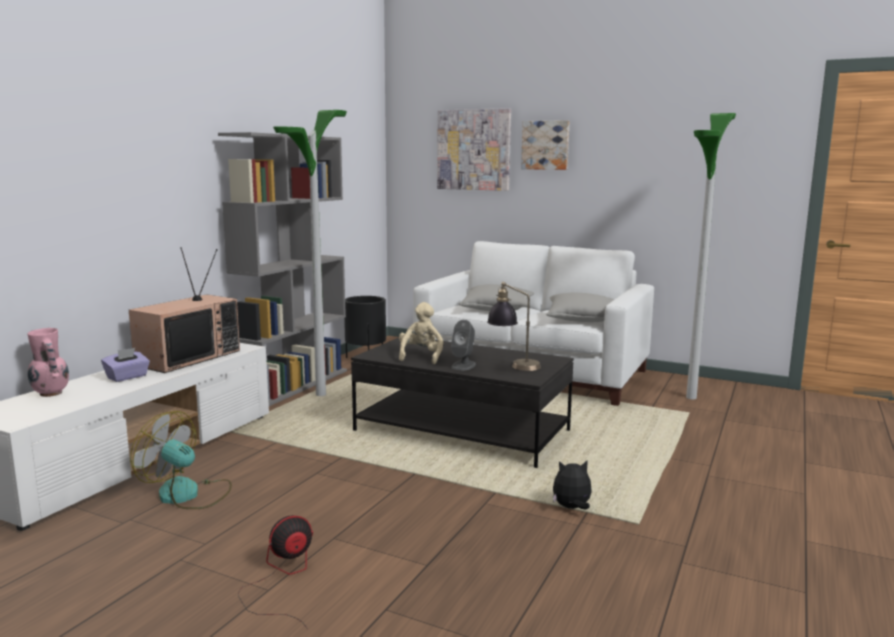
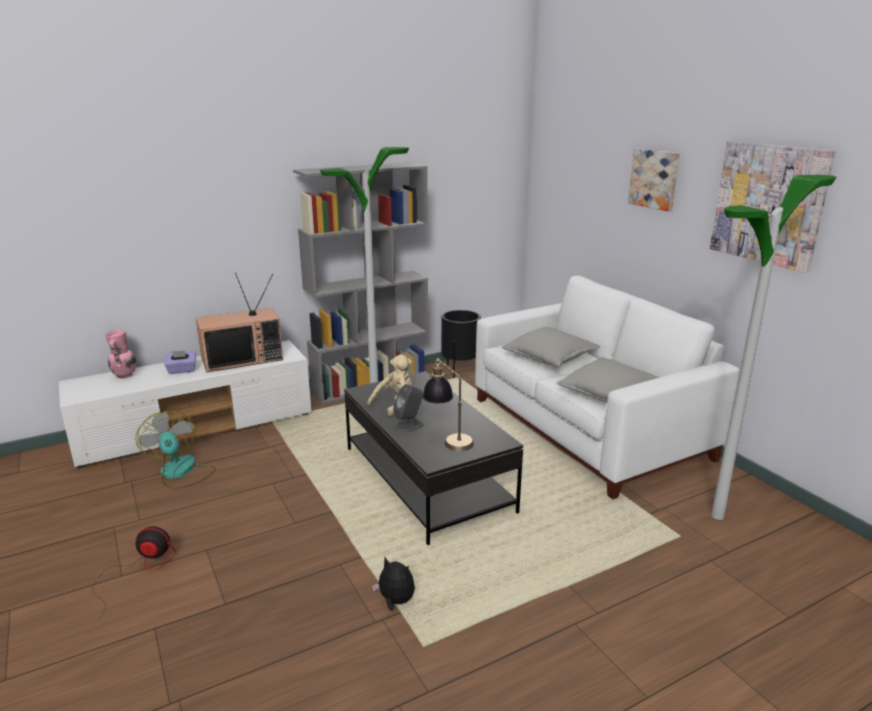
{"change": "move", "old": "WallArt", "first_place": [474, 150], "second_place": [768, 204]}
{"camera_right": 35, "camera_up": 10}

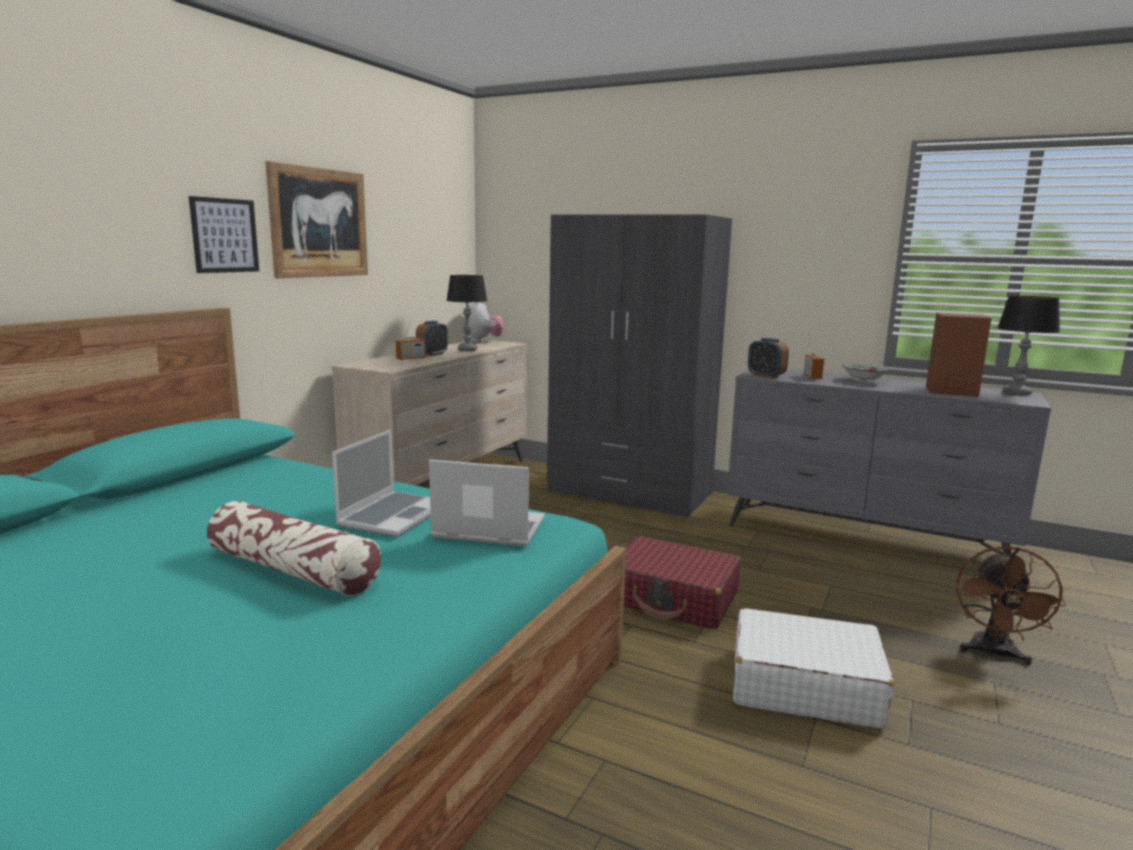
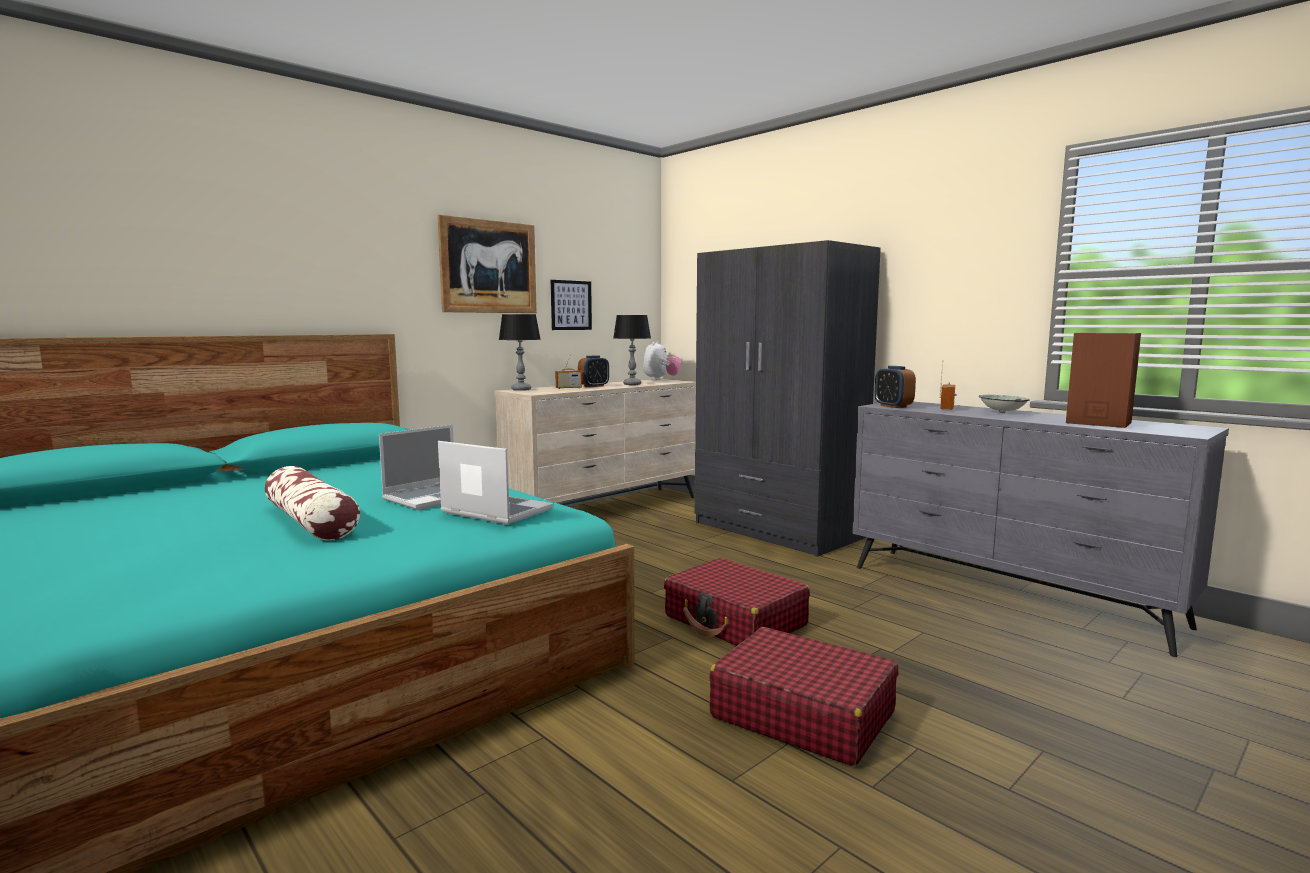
{"change": "move", "old": "WallArt", "first_place": [224, 235], "second_place": [571, 305]}
{"change": "move", "old": "TabletopLamp", "first_place": [1016, 393], "second_place": [521, 389]}
{"change": "delete", "old": "BrownFan", "first_place": [994, 654]}
{"change": "recolor", "old": "WhiteColouredPieceOfLuggage", "new": "ReddishPieceOfLuggage", "first_place": [803, 686], "second_place": [802, 714]}
{"camera_right": 20, "camera_up": -5}

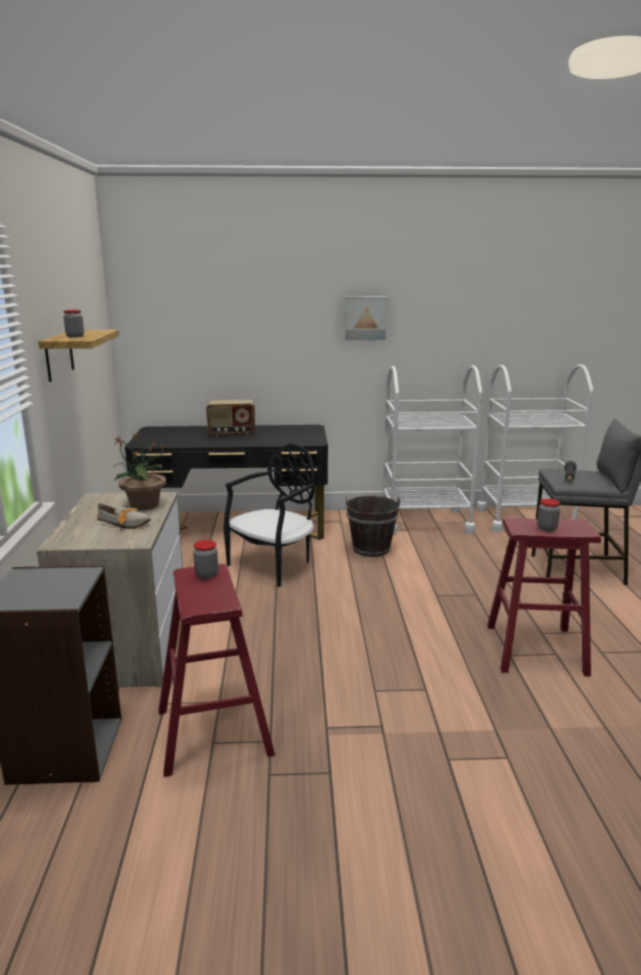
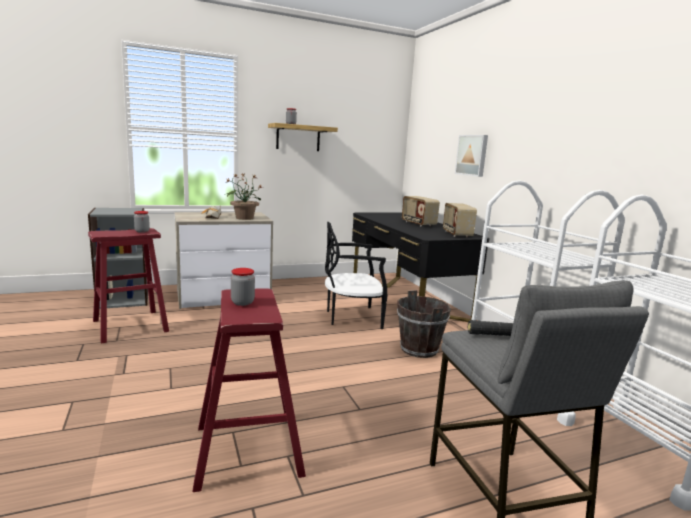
{"change": "move", "old": "WallArt", "first_place": [365, 319], "second_place": [472, 155]}
{"change": "rotate", "old": "BlackColouredPlainChair", "first_place": [274, 565], "second_place": [351, 317], "degrees": 150}
{"change": "insert", "new": "RadioSet", "second_place": [456, 234]}
{"camera_right": 70, "camera_up": -5}

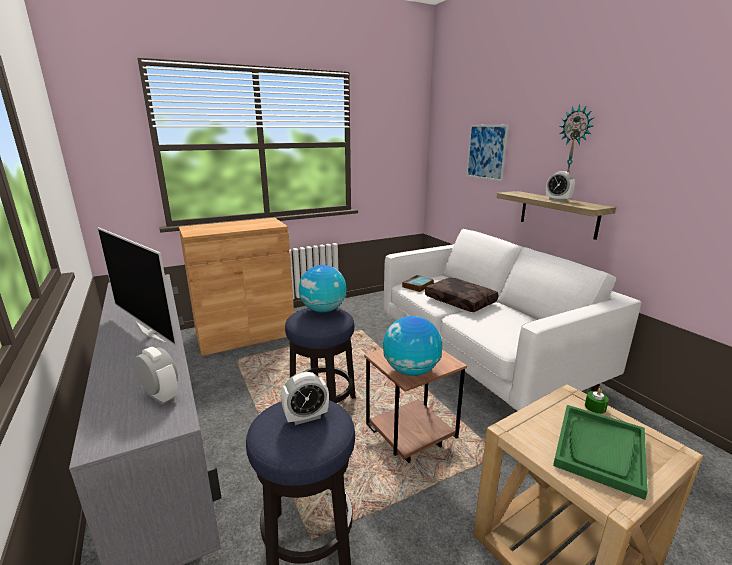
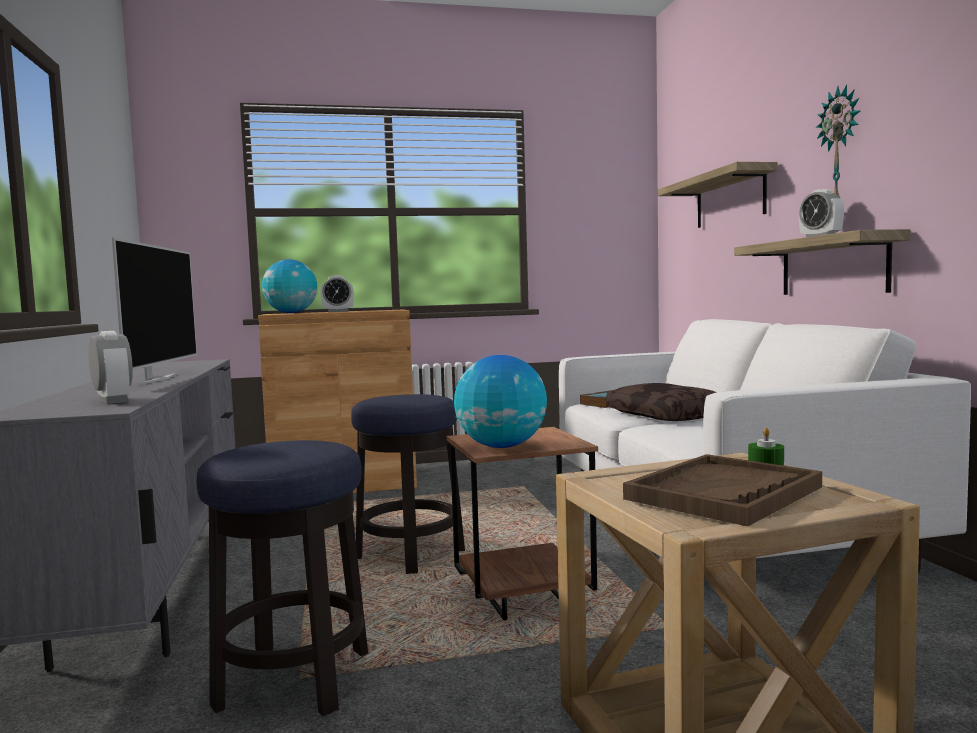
{"change": "replace", "old": "WallArt", "new": "BracketShelf", "first_place": [486, 152], "second_place": [730, 199]}
{"change": "rotate", "old": "TvSet", "first_place": [152, 332], "second_place": [157, 379], "degrees": -150}
{"change": "move", "old": "WorldGlobe", "first_place": [323, 310], "second_place": [291, 313]}
{"change": "move", "old": "BedsideClock", "first_place": [306, 417], "second_place": [338, 311]}
{"change": "recolor", "old": "GreenColouredCarryingTray", "new": "BrownCarryingTray", "first_place": [600, 450], "second_place": [724, 493]}
{"camera_right": 15, "camera_up": -15}

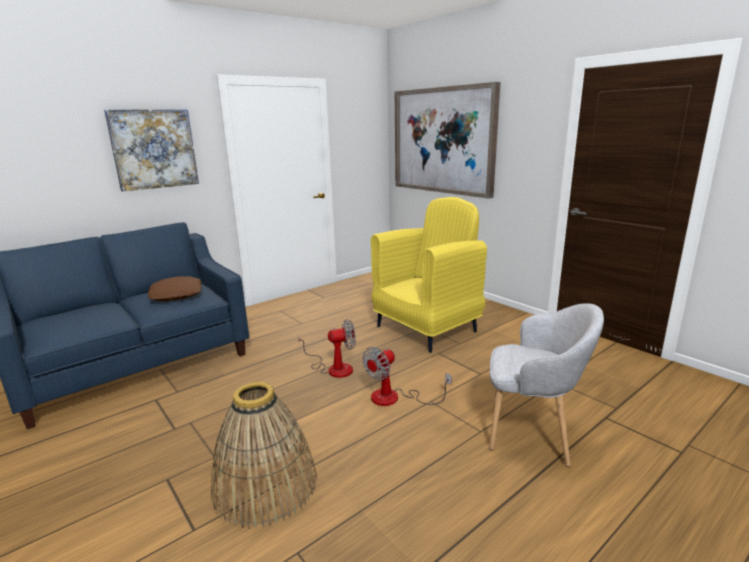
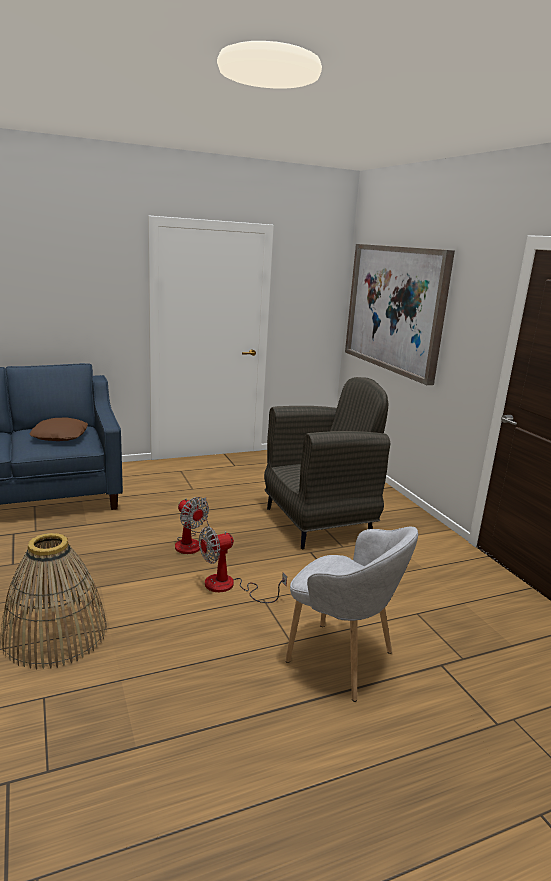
{"change": "delete", "old": "WallArt", "first_place": [154, 149]}
{"change": "recolor", "old": "YellowColouredArmchair", "new": "GrayArmchair", "first_place": [427, 328], "second_place": [319, 522]}
{"change": "rotate", "old": "Fan", "first_place": [333, 368], "second_place": [191, 542], "degrees": 45}
{"camera_right": 15, "camera_up": 0}

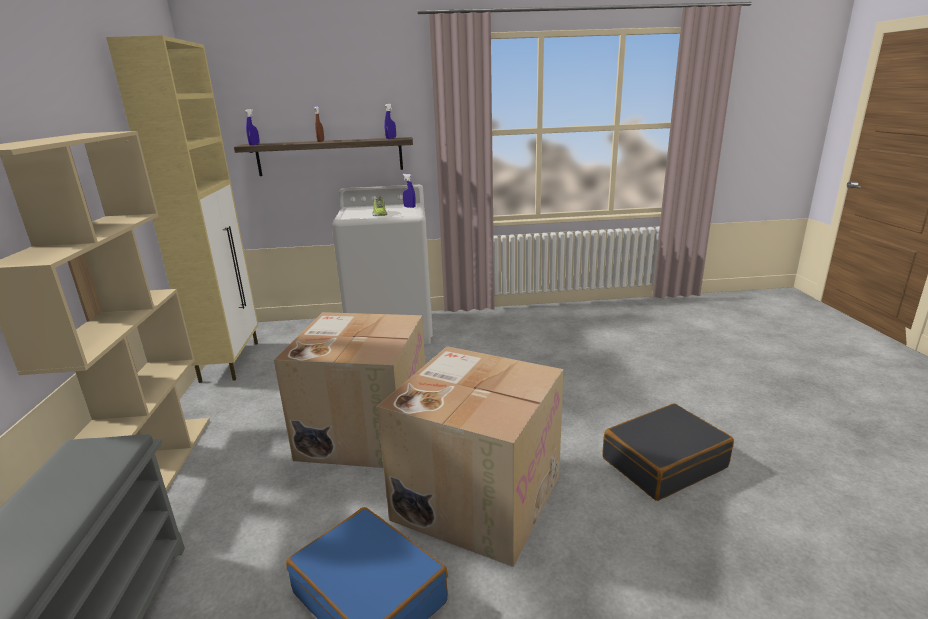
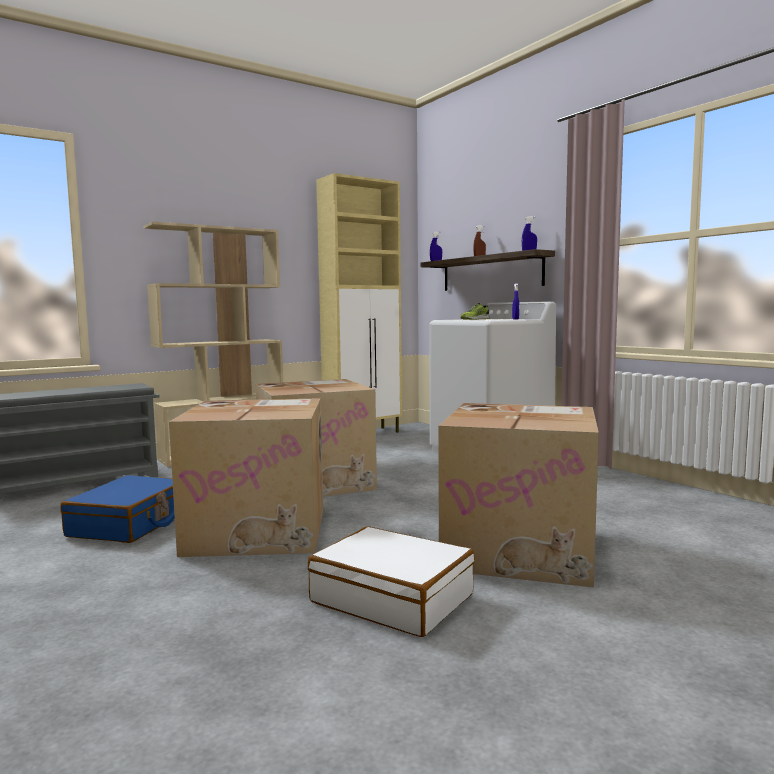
{"change": "recolor", "old": "BlackColouredPieceOfLuggage", "new": "WhiteColouredPieceOfLuggage", "first_place": [663, 462], "second_place": [392, 598]}
{"change": "insert", "new": "CardboardBox", "second_place": [521, 549]}
{"camera_right": 60, "camera_up": -15}

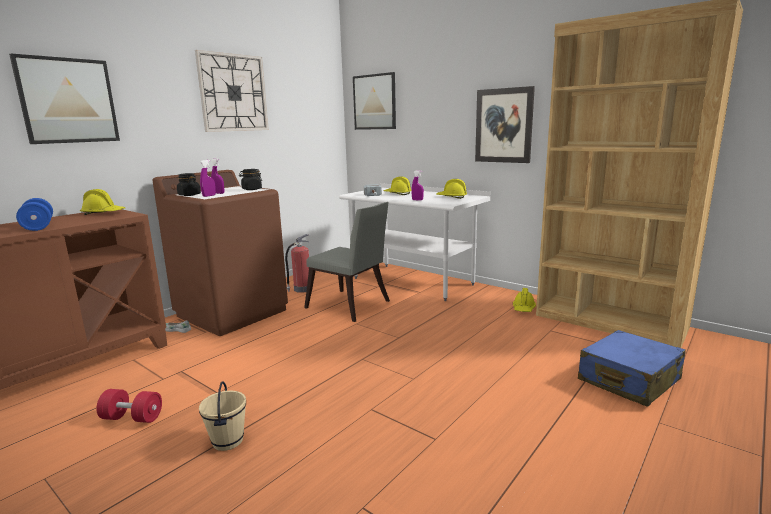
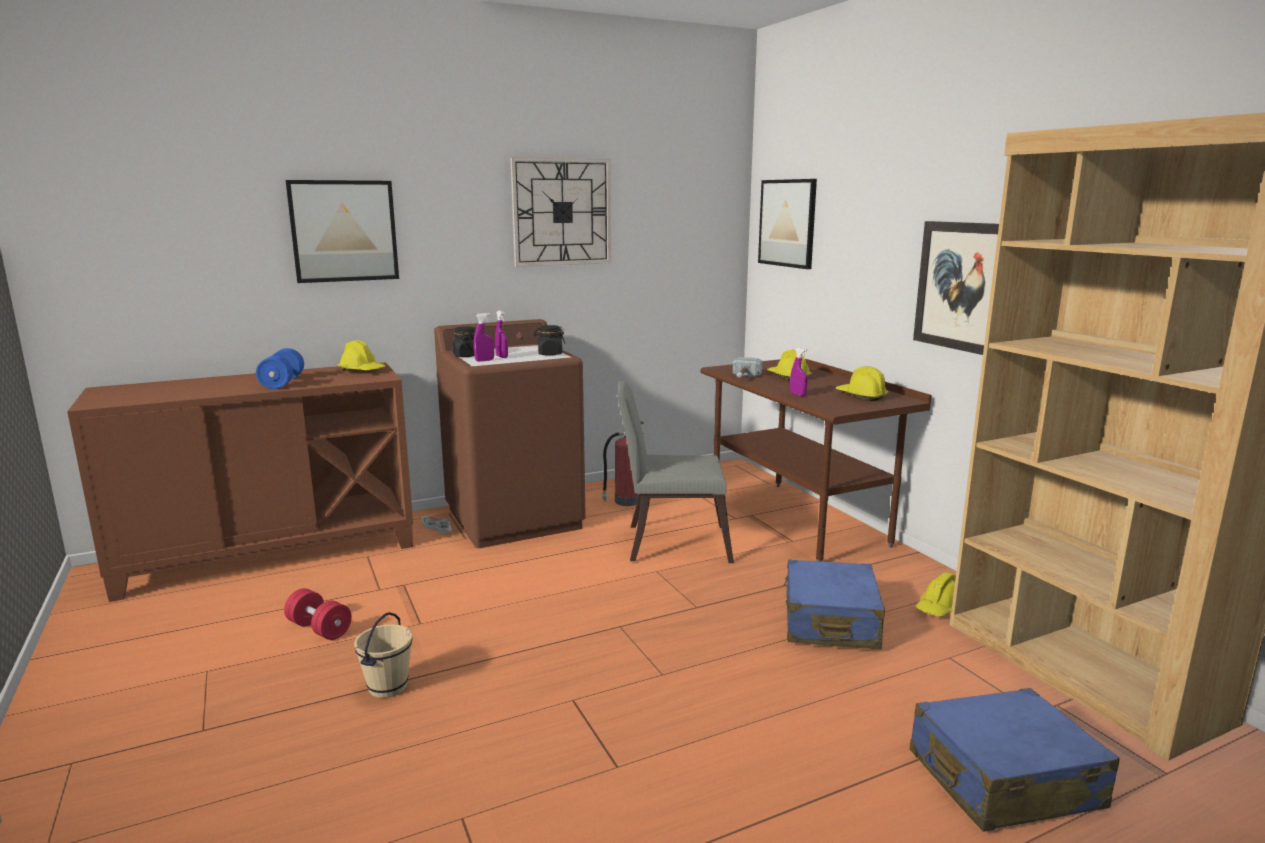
{"change": "recolor", "old": "WhiteColouredDeskTable", "new": "BrownDeskTable", "first_place": [413, 281], "second_place": [797, 520]}
{"change": "rotate", "old": "GrayPlainChair", "first_place": [351, 306], "second_place": [670, 543], "degrees": 120}
{"change": "insert", "new": "BlueColouredPieceOfLuggage", "second_place": [830, 622]}
{"camera_right": 25, "camera_up": 0}

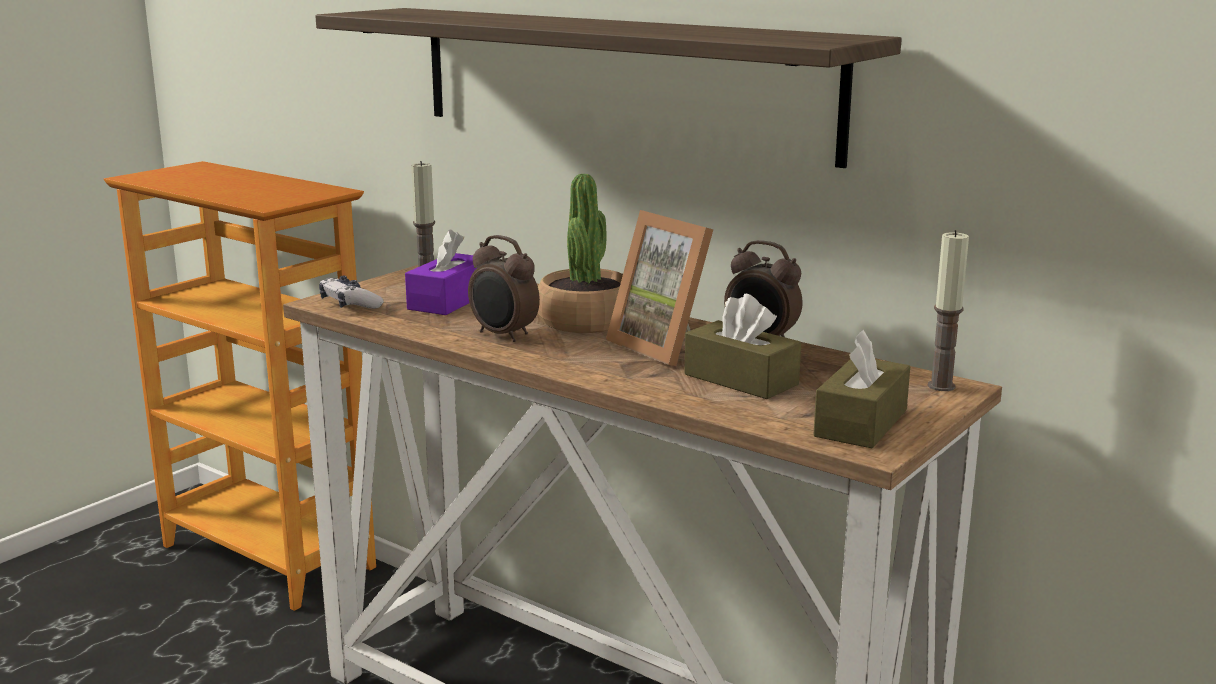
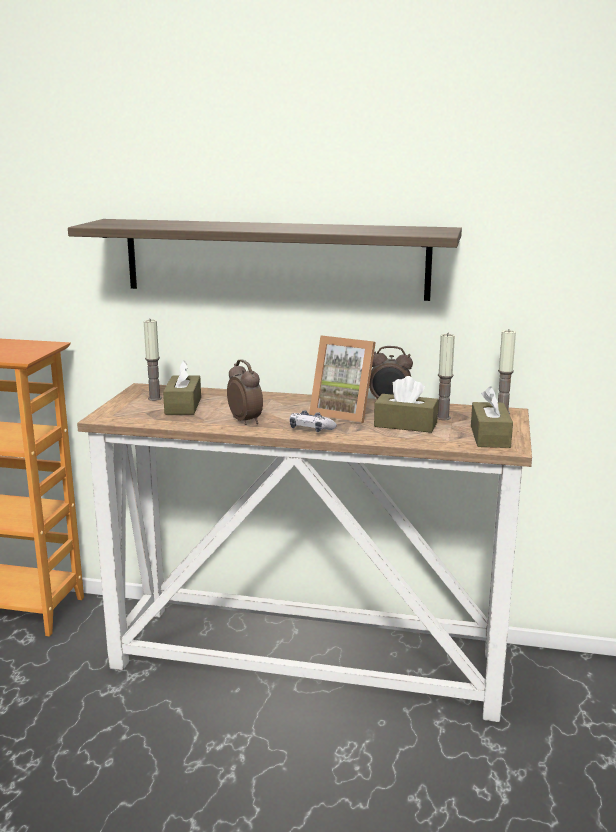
{"change": "delete", "old": "Houseplant", "first_place": [586, 321]}
{"change": "recolor", "old": "PurpleColouredTissueBox", "new": "BrownTissueBox", "first_place": [449, 301], "second_place": [183, 406]}
{"change": "rotate", "old": "BedsideClock", "first_place": [503, 335], "second_place": [246, 421], "degrees": -135}
{"change": "move", "old": "GameController", "first_place": [350, 304], "second_place": [311, 429]}
{"change": "insert", "new": "WaxLight", "second_place": [443, 417]}
{"camera_right": -25, "camera_up": 0}

